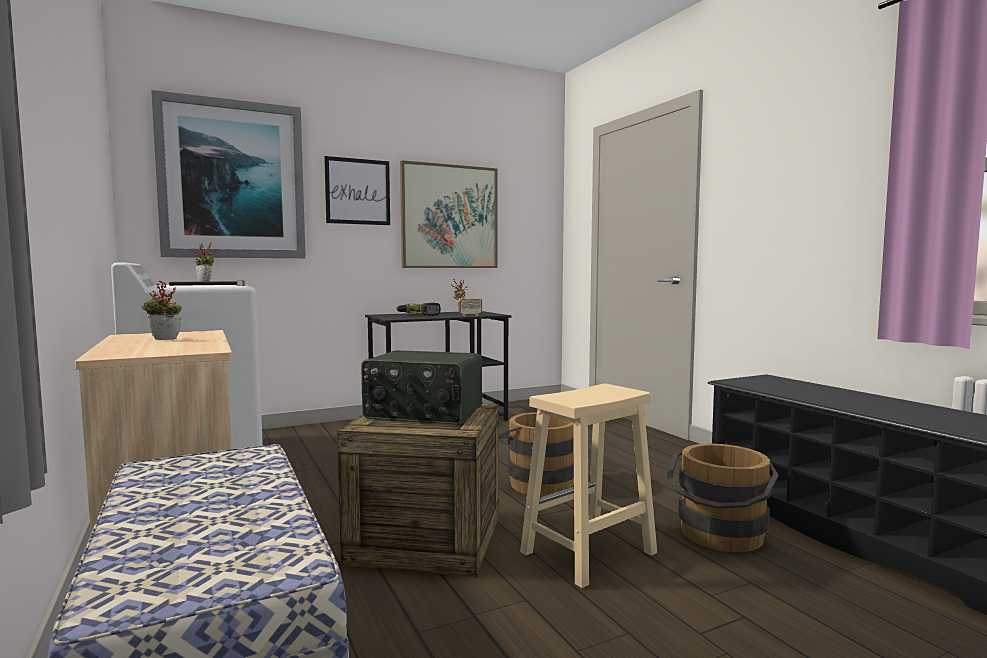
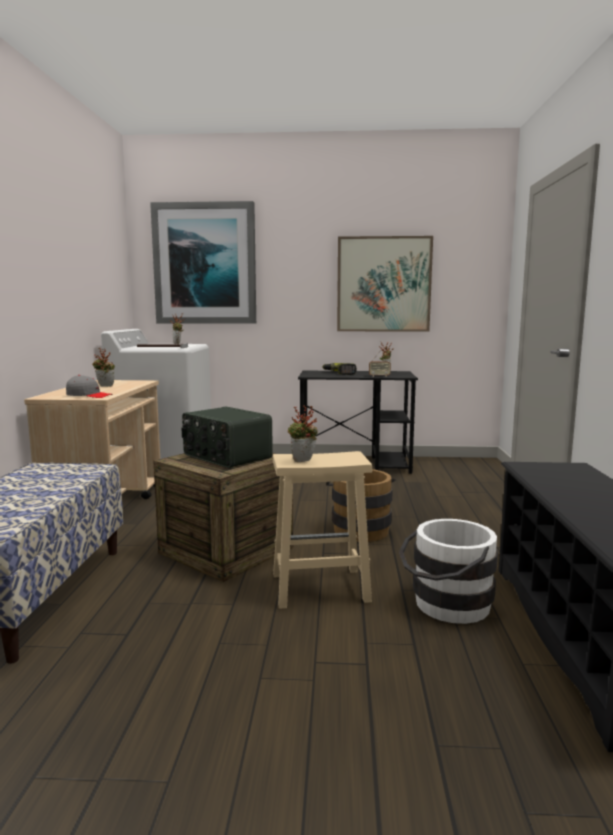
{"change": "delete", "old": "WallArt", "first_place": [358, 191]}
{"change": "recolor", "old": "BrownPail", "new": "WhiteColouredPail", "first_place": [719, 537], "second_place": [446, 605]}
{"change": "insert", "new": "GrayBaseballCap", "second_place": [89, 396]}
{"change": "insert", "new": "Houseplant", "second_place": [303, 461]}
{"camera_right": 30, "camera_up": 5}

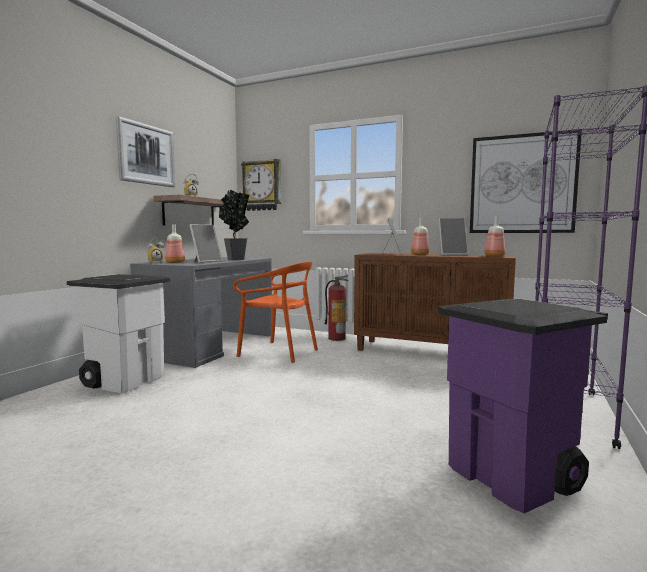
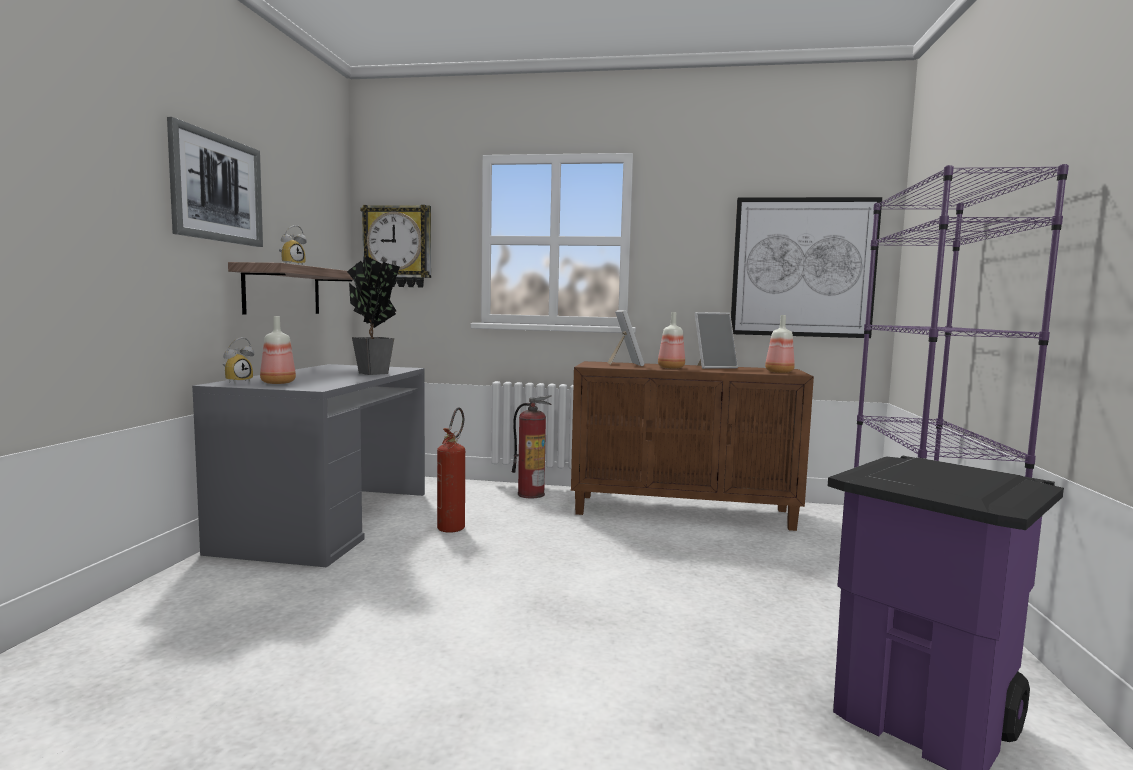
{"change": "delete", "old": "PictureFrame", "first_place": [205, 261]}
{"change": "replace", "old": "OrangePlainChair", "new": "FireExtinguisher", "first_place": [278, 352], "second_place": [453, 526]}
{"change": "delete", "old": "WhiteColouredTrashCan", "first_place": [125, 381]}
{"camera_right": -15, "camera_up": 0}

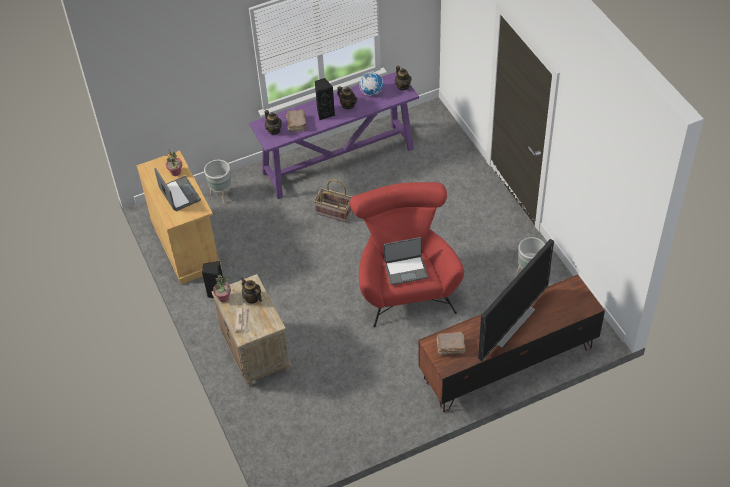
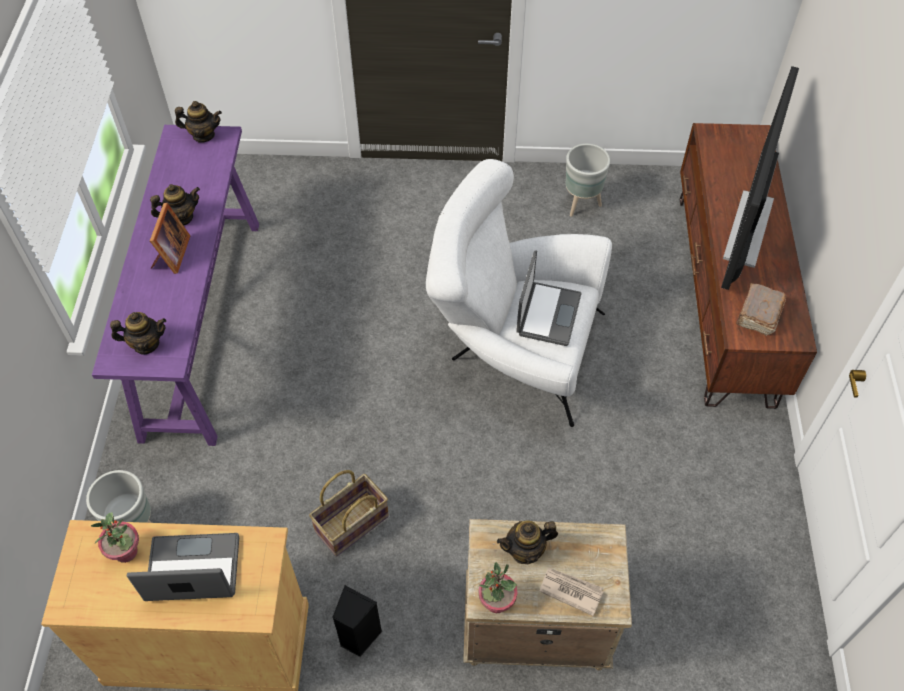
{"change": "delete", "old": "WorldGlobe", "first_place": [371, 92]}
{"change": "replace", "old": "BlackColouredLoudspeaker", "new": "PictureFrame", "first_place": [325, 113], "second_place": [171, 255]}
{"change": "delete", "old": "BrownBook", "first_place": [297, 124]}
{"change": "move", "old": "HouseholdBasket", "first_place": [333, 212], "second_place": [352, 525]}
{"change": "recolor", "old": "ReddishArmchair", "new": "WhiteColouredArmchair", "first_place": [405, 284], "second_place": [514, 350]}
{"change": "rotate", "old": "TvSet", "first_place": [510, 324], "second_place": [747, 228], "degrees": -135}
{"camera_right": -65, "camera_up": 5}

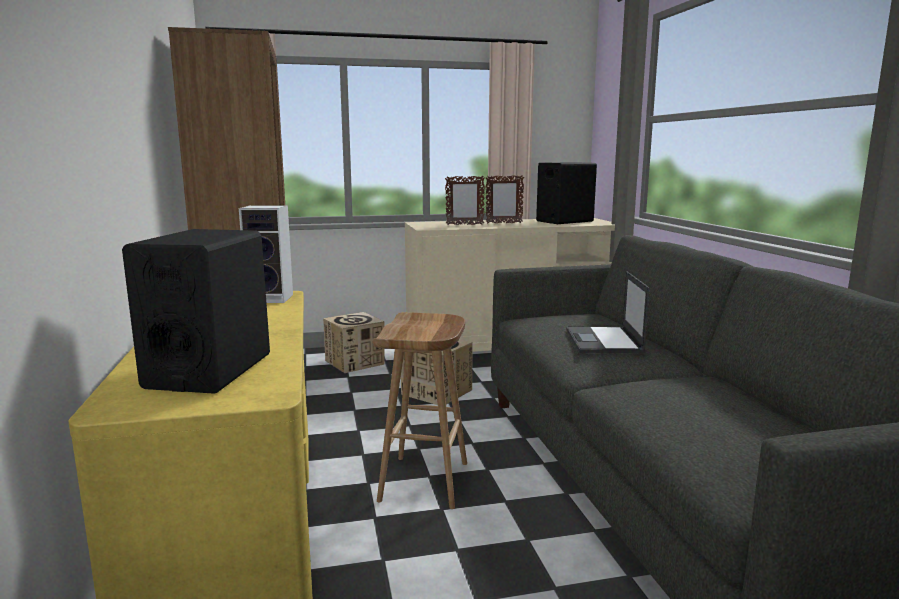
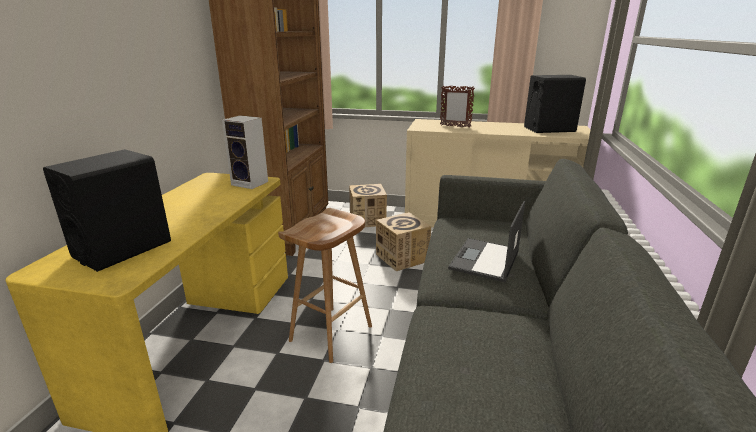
{"change": "delete", "old": "PictureFrame", "first_place": [503, 223]}
{"camera_right": 25, "camera_up": 10}

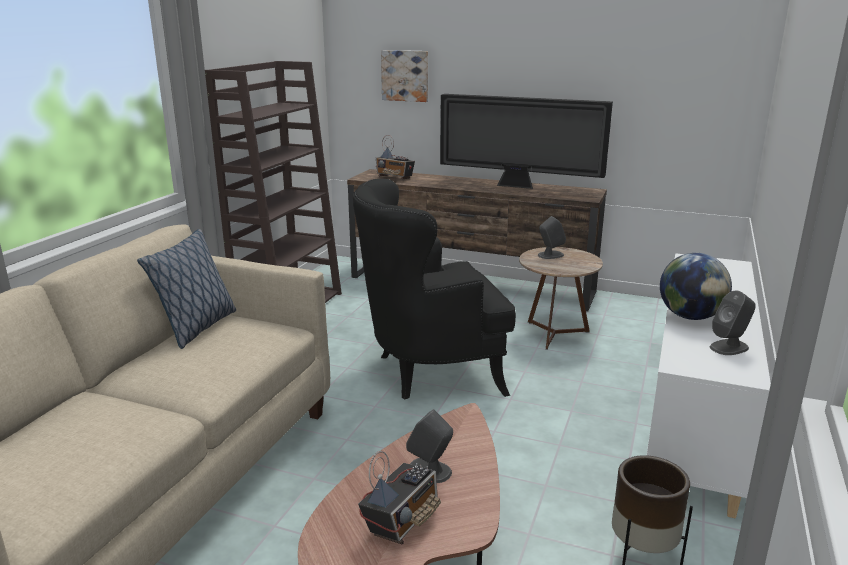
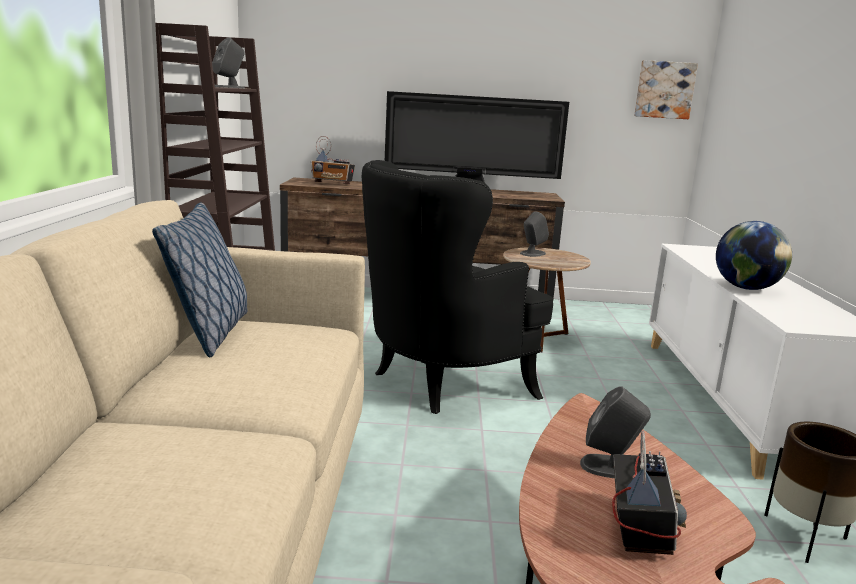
{"change": "move", "old": "WallArt", "first_place": [405, 75], "second_place": [664, 90]}
{"change": "move", "old": "GrayLoudspeaker", "first_place": [729, 347], "second_place": [229, 87]}
{"camera_right": -20, "camera_up": -5}

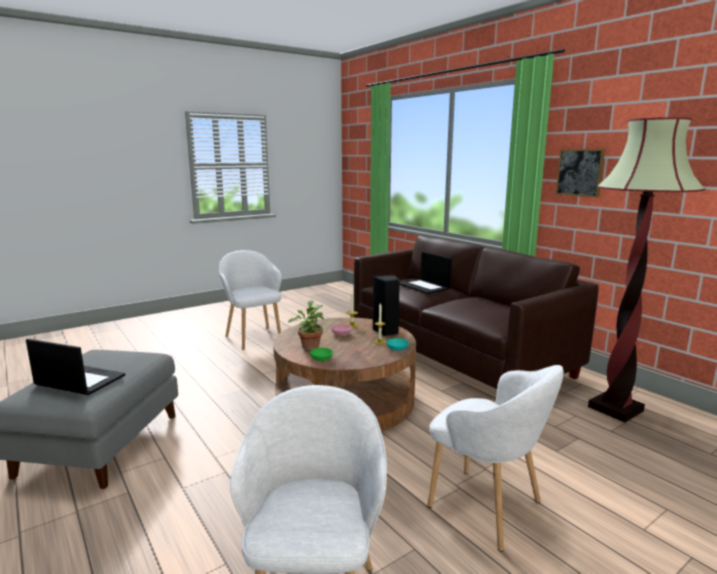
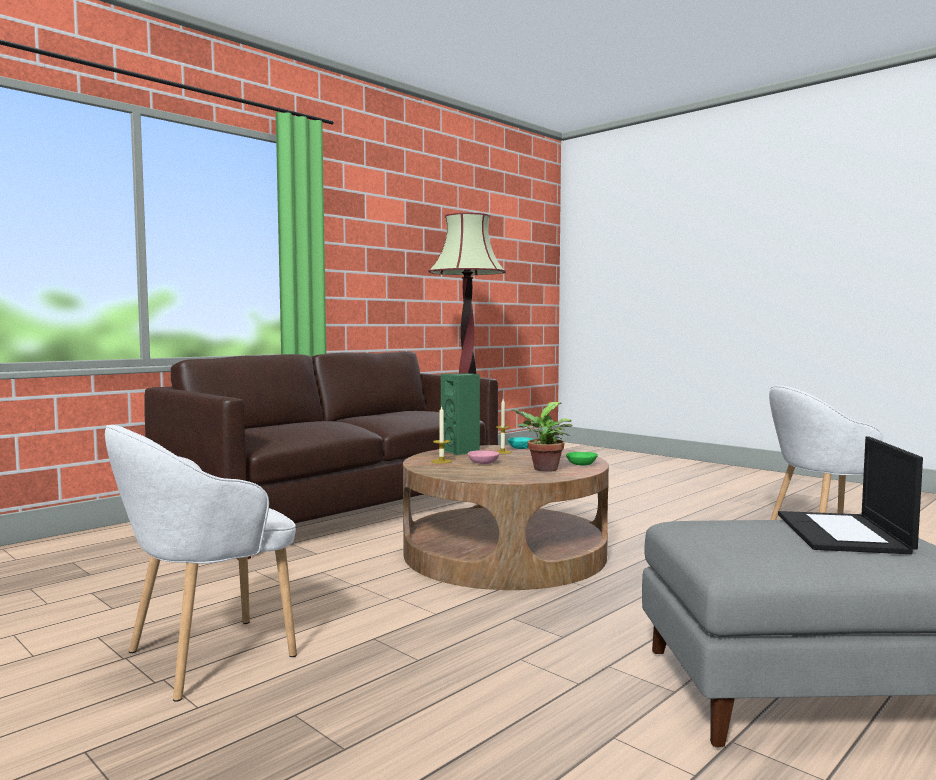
{"change": "delete", "old": "WallArt", "first_place": [580, 172]}
{"change": "delete", "old": "Laptop", "first_place": [425, 287]}
{"change": "recolor", "old": "BlackColouredLoudspeaker", "new": "GreenColouredLoudspeaker", "first_place": [386, 331], "second_place": [461, 451]}
{"change": "delete", "old": "WhiteColouredArmchair", "first_place": [487, 507]}
{"camera_right": -100, "camera_up": -10}

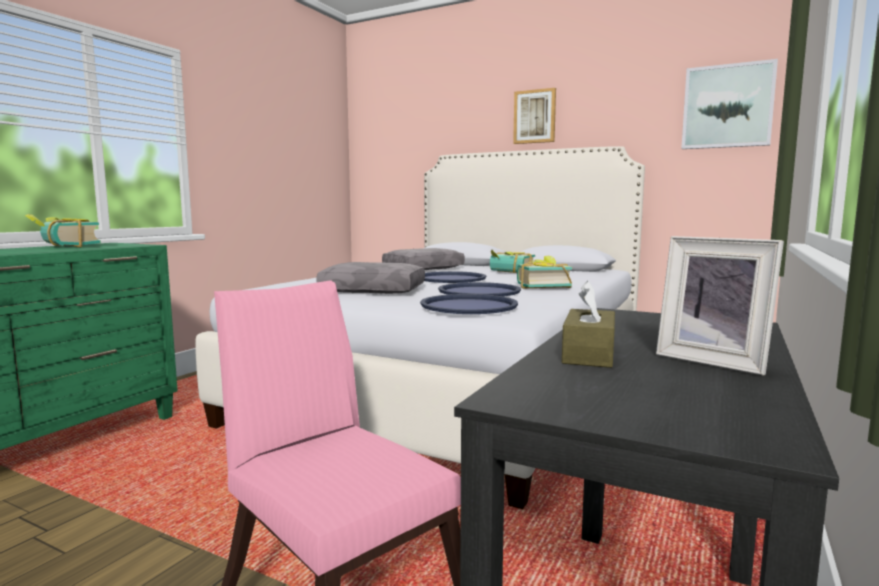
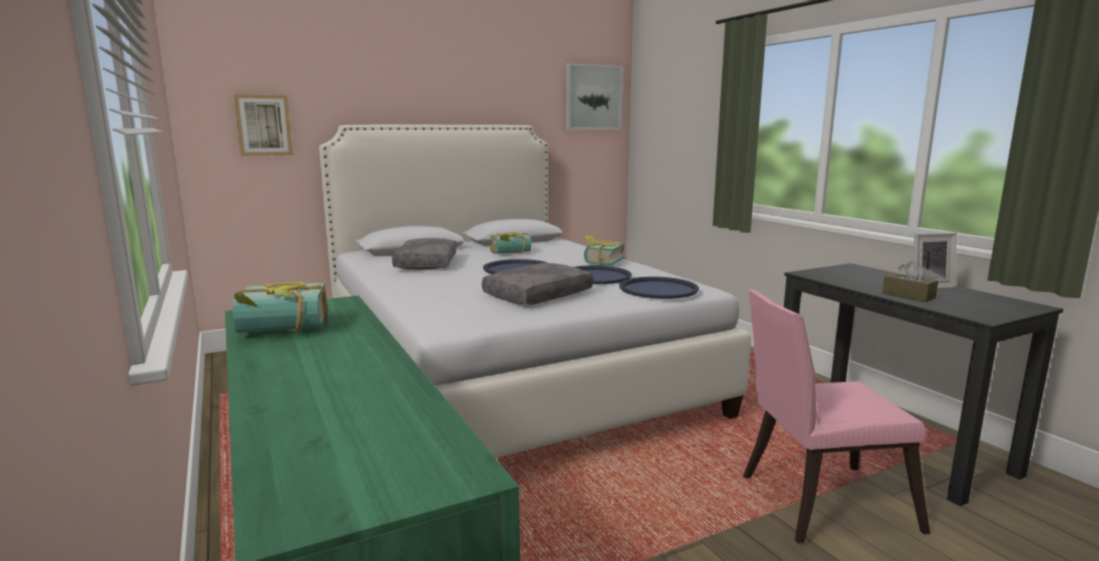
{"change": "move", "old": "WallArt", "first_place": [534, 116], "second_place": [263, 125]}
{"camera_right": -55, "camera_up": 5}

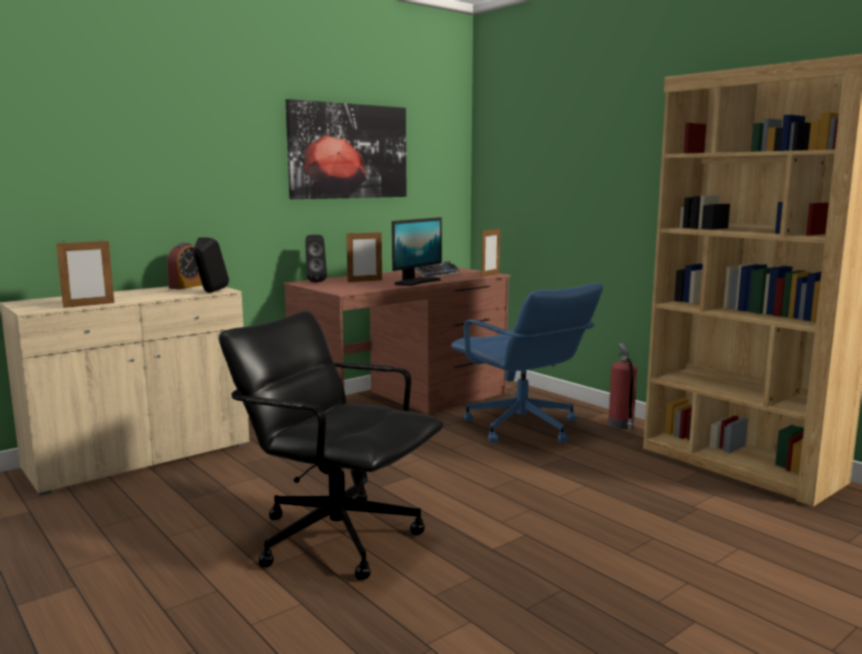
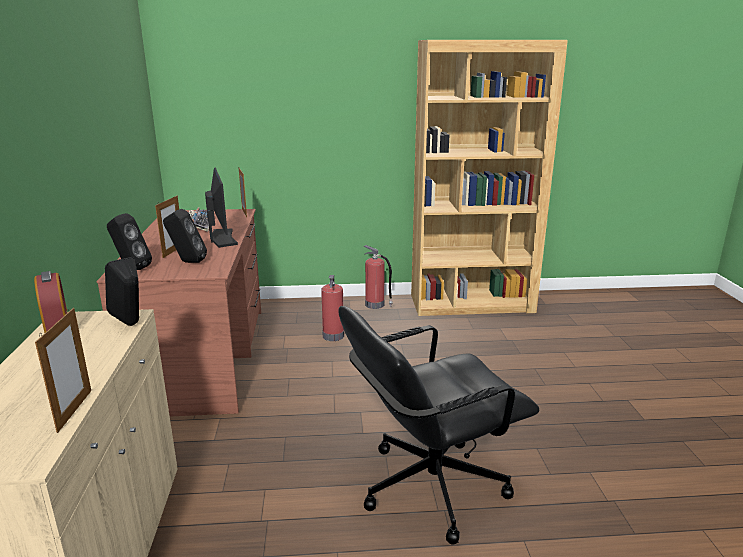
{"change": "delete", "old": "WallArt", "first_place": [348, 151]}
{"change": "replace", "old": "BlueColouredOfficeChair", "new": "FireExtinguisher", "first_place": [522, 428], "second_place": [333, 335]}
{"change": "insert", "new": "BlackColouredLoudspeaker", "second_place": [187, 262]}
{"camera_right": -55, "camera_up": 10}

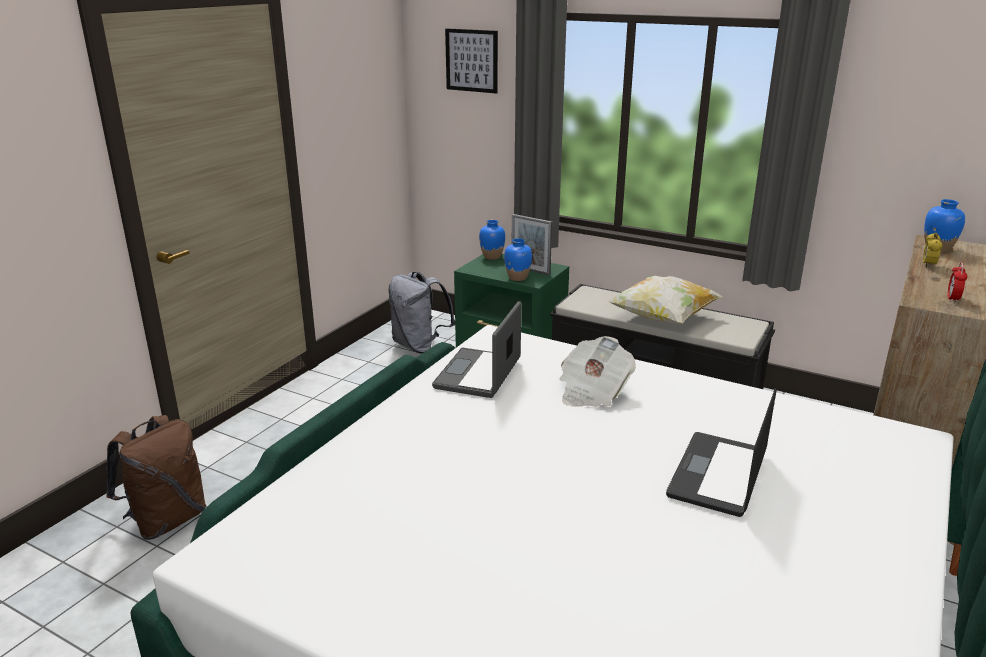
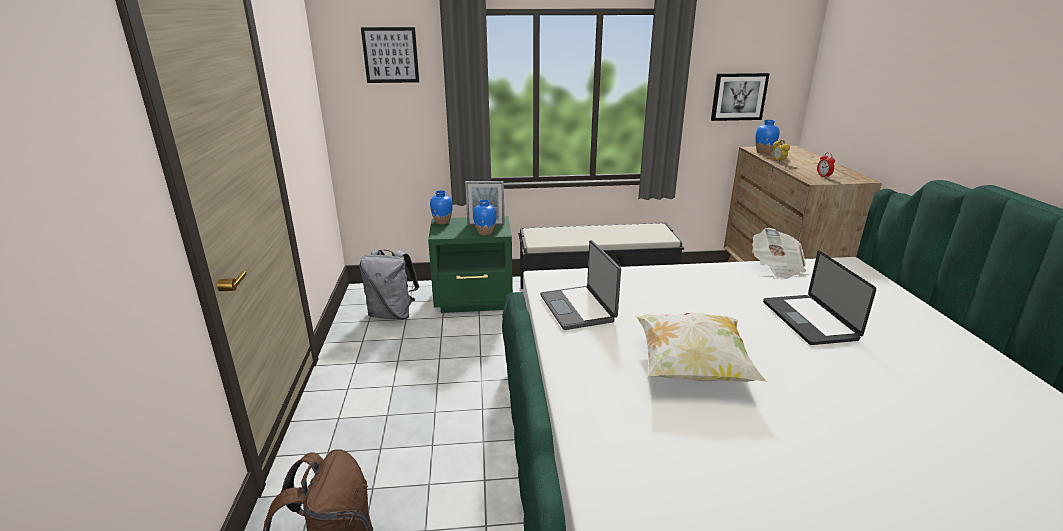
{"change": "move", "old": "Cushion", "first_place": [662, 318], "second_place": [691, 369]}
{"change": "move", "old": "PrintedPaper", "first_place": [592, 391], "second_place": [776, 267]}
{"change": "insert", "new": "WallArt", "second_place": [738, 96]}
{"camera_right": -35, "camera_up": 0}

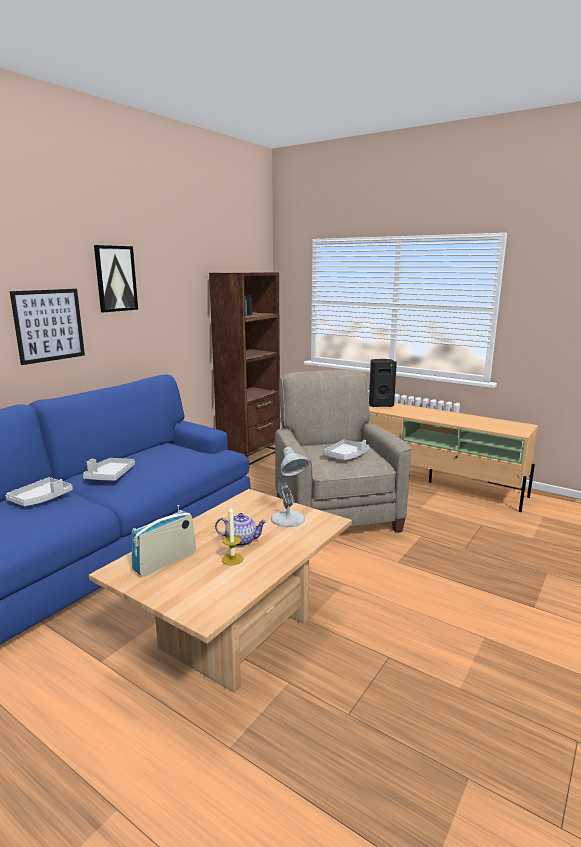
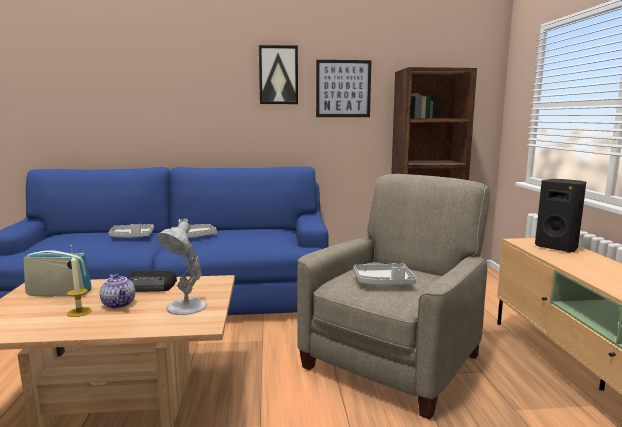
{"change": "move", "old": "WallArt", "first_place": [49, 325], "second_place": [343, 89]}
{"change": "insert", "new": "RadioSet", "second_place": [150, 286]}
{"camera_right": 50, "camera_up": -5}

